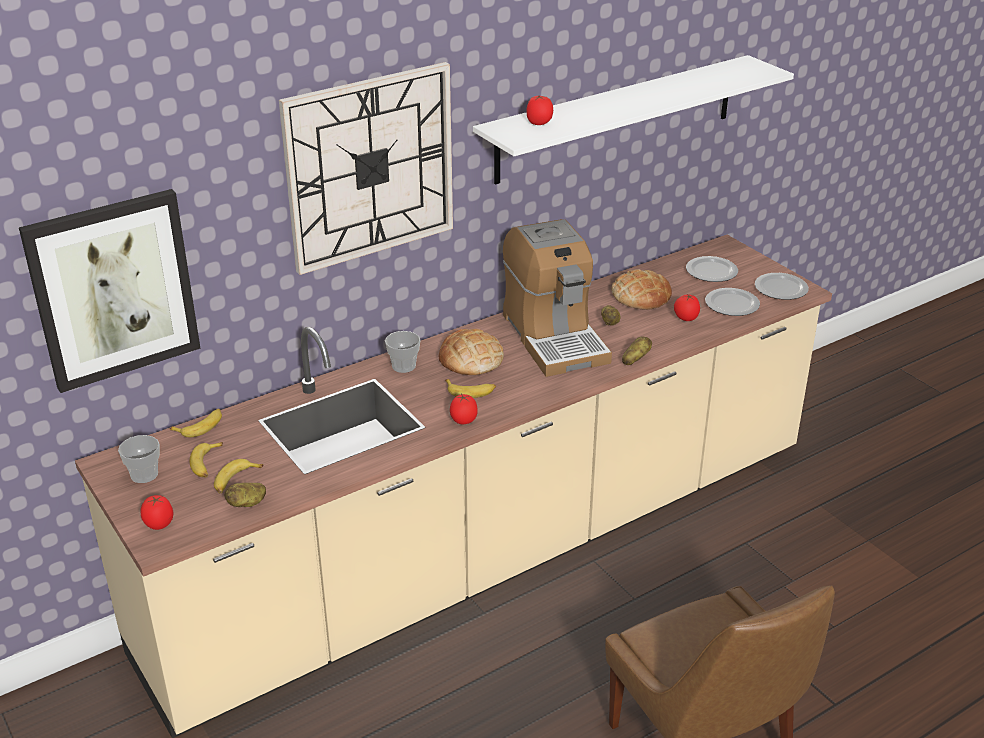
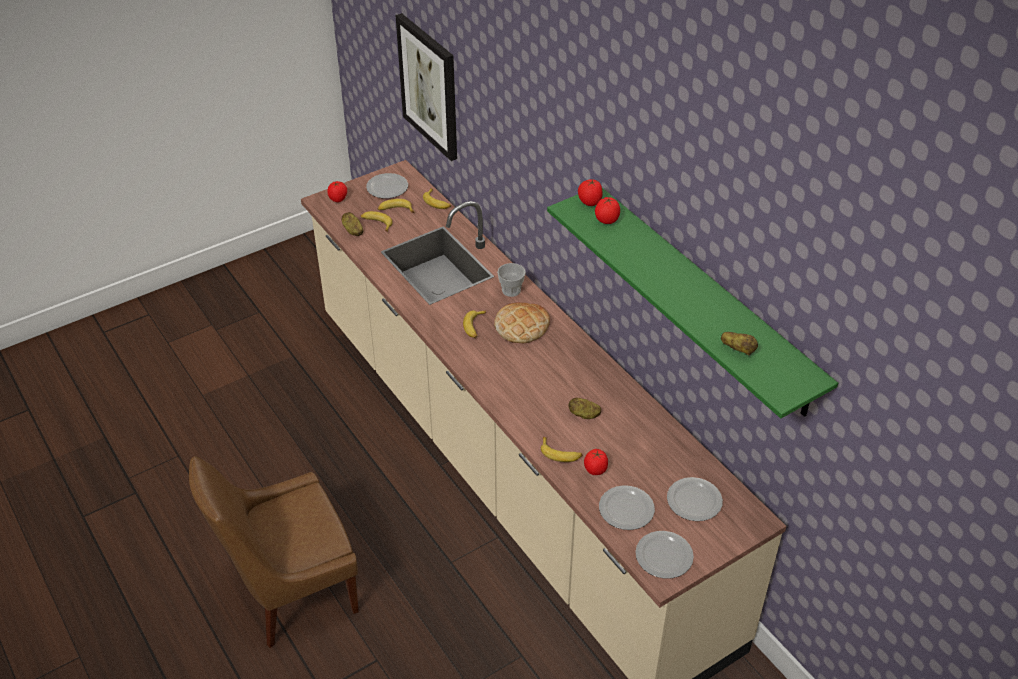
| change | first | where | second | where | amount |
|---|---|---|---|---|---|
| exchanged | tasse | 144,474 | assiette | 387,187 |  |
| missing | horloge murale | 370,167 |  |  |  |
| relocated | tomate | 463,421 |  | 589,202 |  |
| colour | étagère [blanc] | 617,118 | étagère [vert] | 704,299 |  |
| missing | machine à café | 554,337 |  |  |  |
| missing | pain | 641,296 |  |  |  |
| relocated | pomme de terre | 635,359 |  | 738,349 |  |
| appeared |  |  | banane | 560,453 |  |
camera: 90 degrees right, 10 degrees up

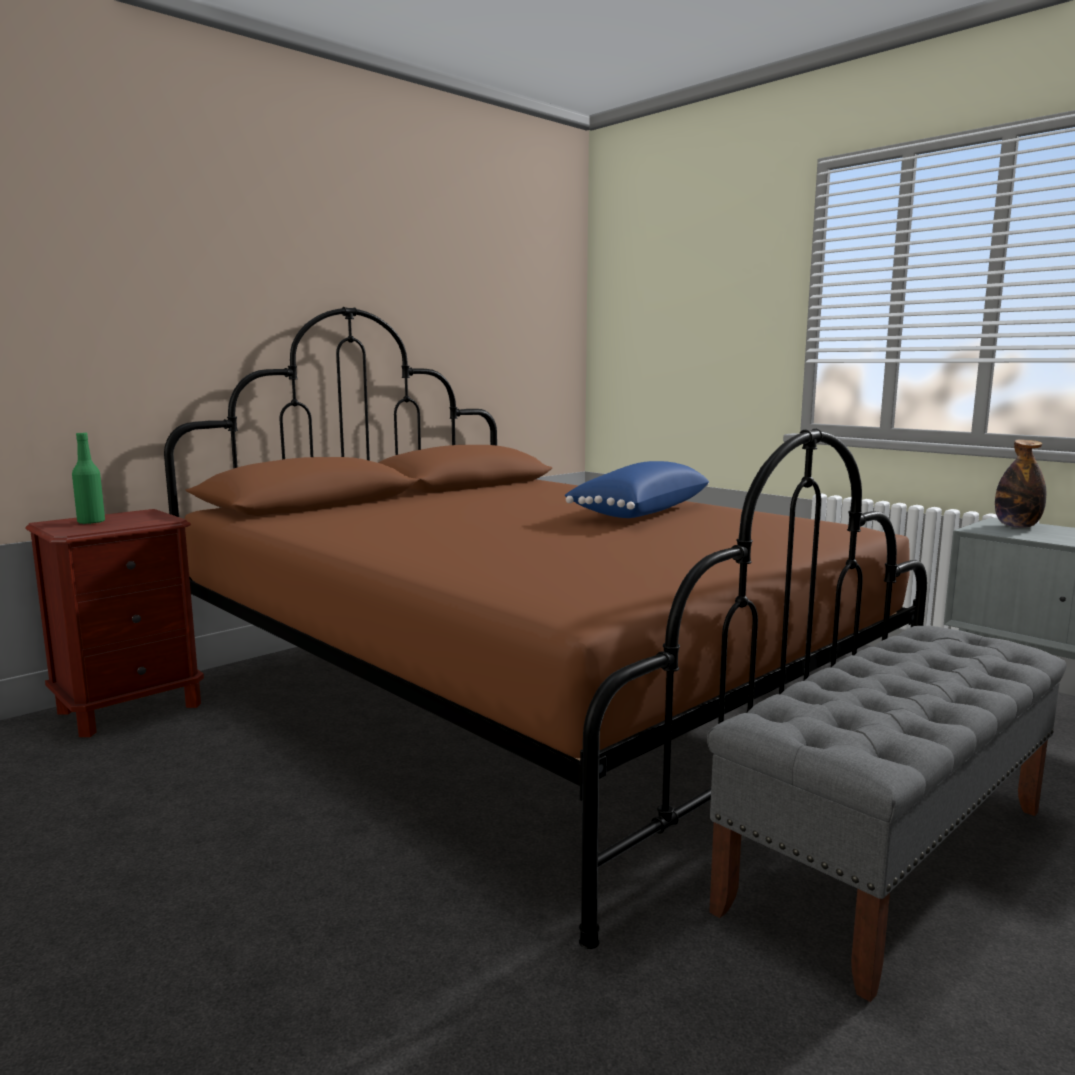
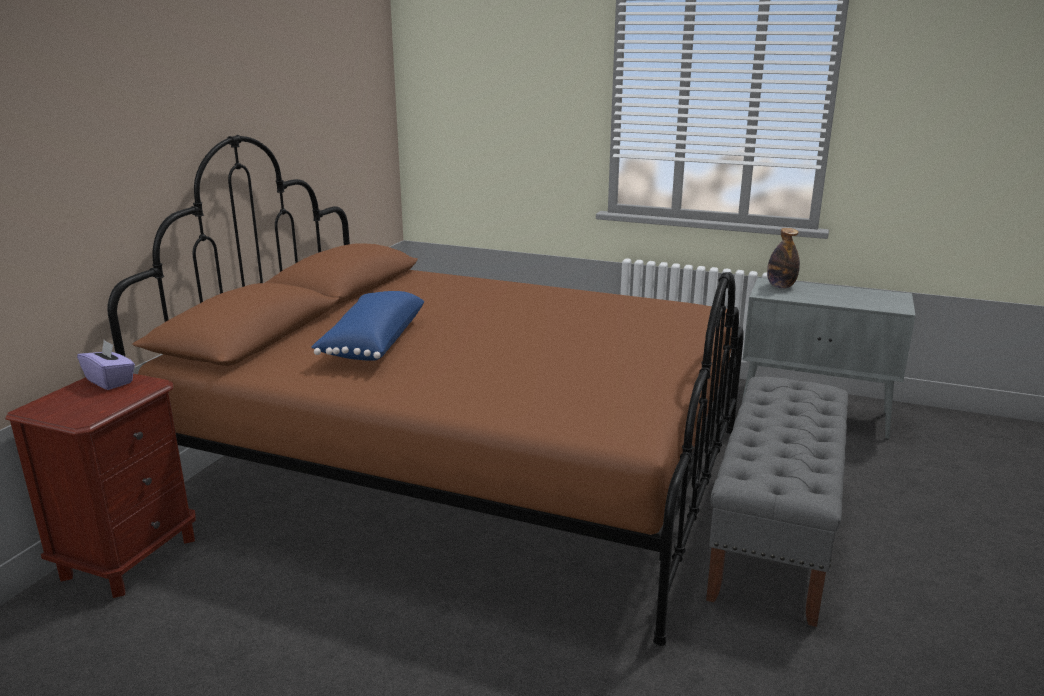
| change | first | where | second | where | amount |
|---|---|---|---|---|---|
| missing | bouteille [vert] | 91,522 |  |  |  |
| relocated | coussin [bleu] | 638,512 |  | 372,343 |  |
| appeared |  |  | boîte à mouchoirs [violet] | 110,381 |  |
camera: 25 degrees left, 10 degrees up

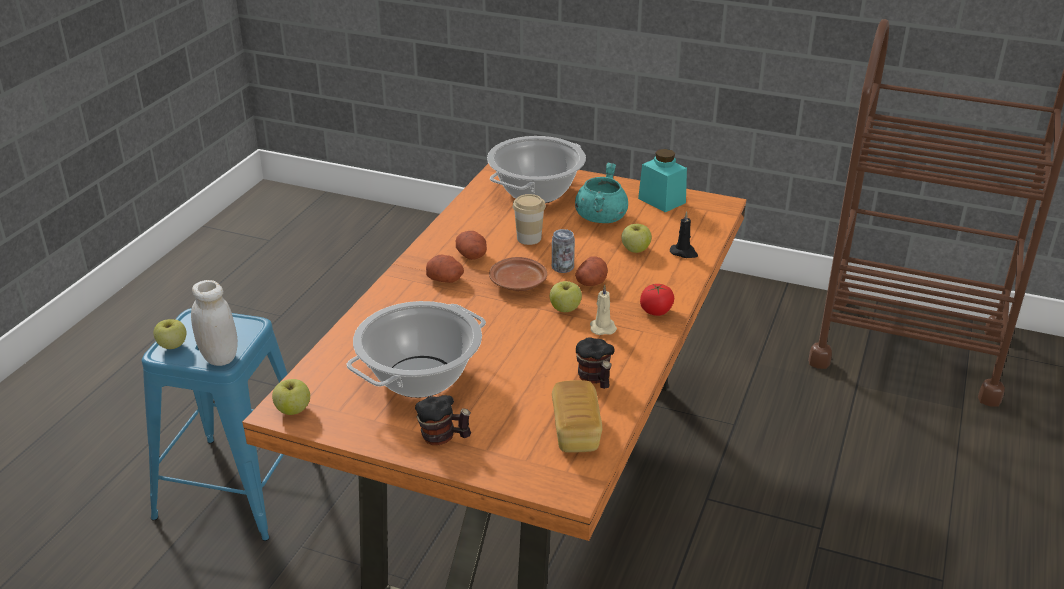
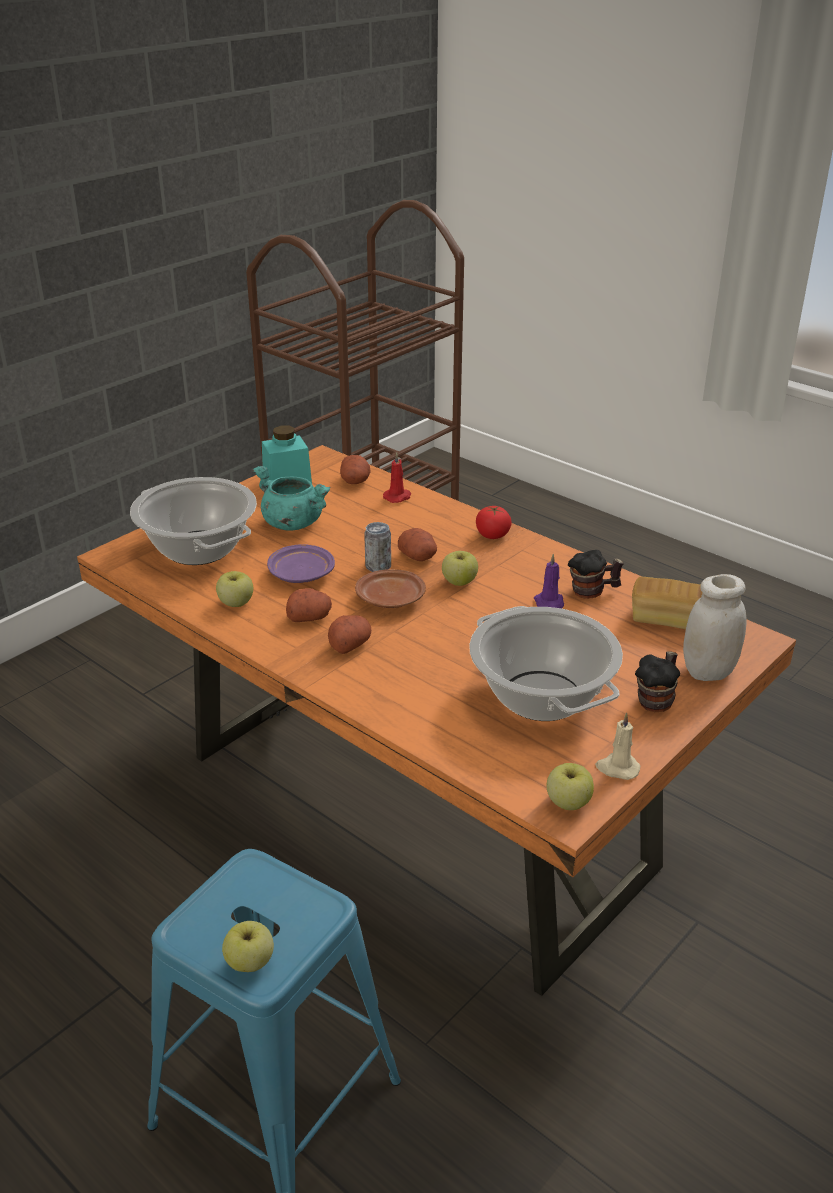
| change | first | where | second | where | amount |
|---|---|---|---|---|---|
| relocated | bocal [blanc] | 219,357 |  | 708,672 |  |
| exchanged | tasse | 529,238 | assiette [violet] | 300,574 |  |
| relocated | bougie [beige] | 602,327 |  | 617,768 |  |
| relocated | pomme | 635,249 |  | 236,603 |  |
| colour | bougie [noir] | 684,253 | bougie [rouge] | 398,497 |  |
| appeared |  |  | pomme de terre | 355,481 |  |
| appeared |  |  | bougie [violet] | 549,604 |  |
camera: 70 degrees left, 0 degrees up

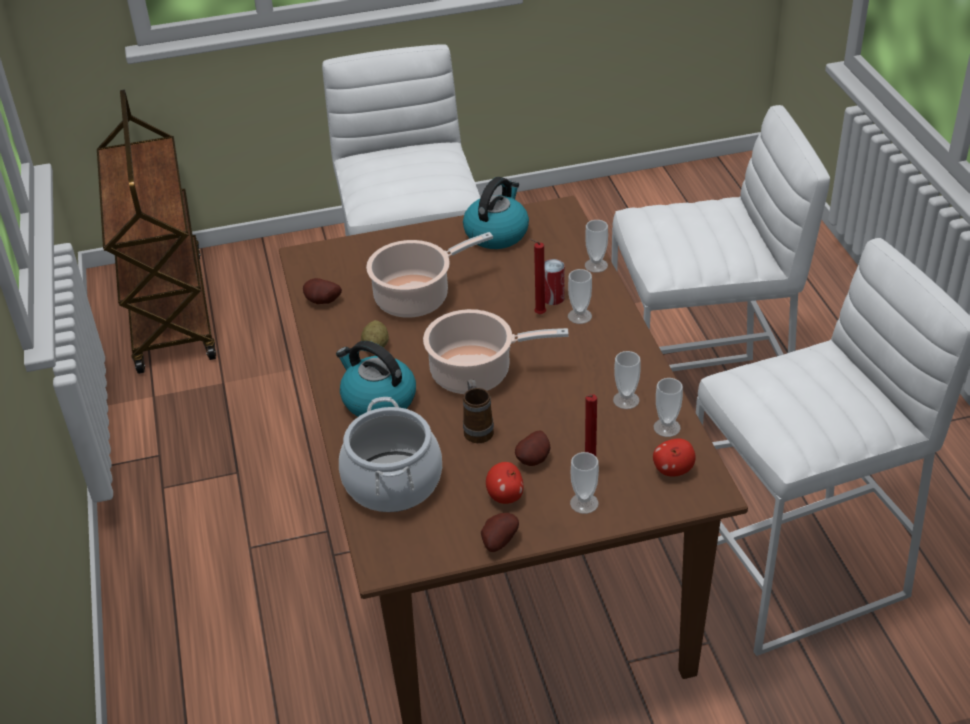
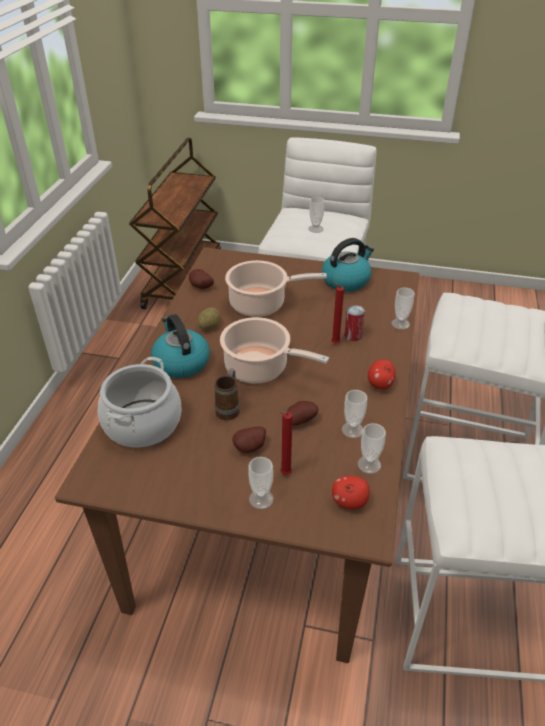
| change | first | where | second | where | amount |
|---|---|---|---|---|---|
| relocated | pomme de terre | 498,541 |  | 300,420 |  |
| relocated | pomme | 505,496 |  | 380,385 |  |
| relocated | tasse | 579,316 |  | 315,229 |  |
camera: 25 degrees right, 0 degrees up

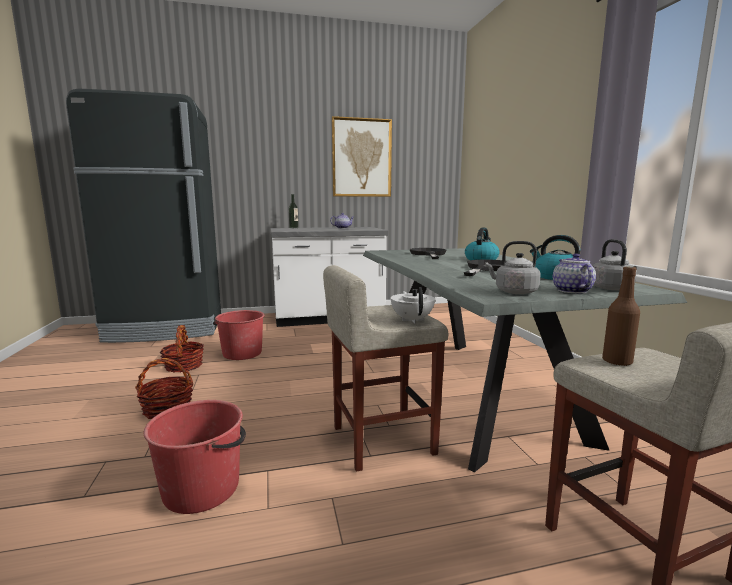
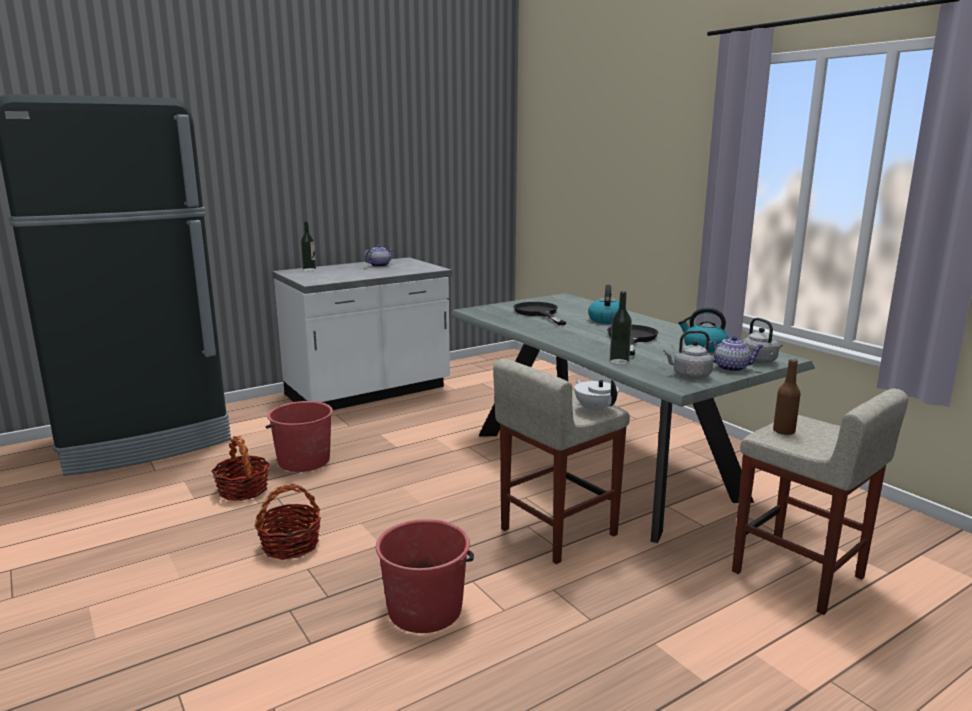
| change | first | where | second | where | amount |
|---|---|---|---|---|---|
| missing | tableau | 361,158 |  |  |  |
| spun | théière | 571,290 |  | 731,368 | 120 degrees clockwise |
| appeared |  |  | bouteille | 619,362 |  |
camera: 20 degrees left, 5 degrees up

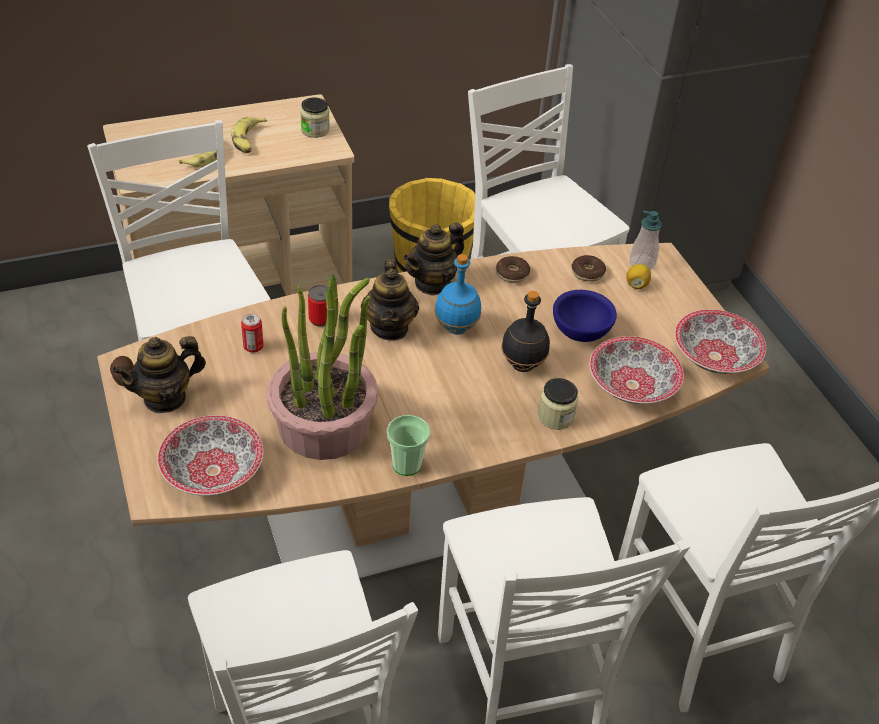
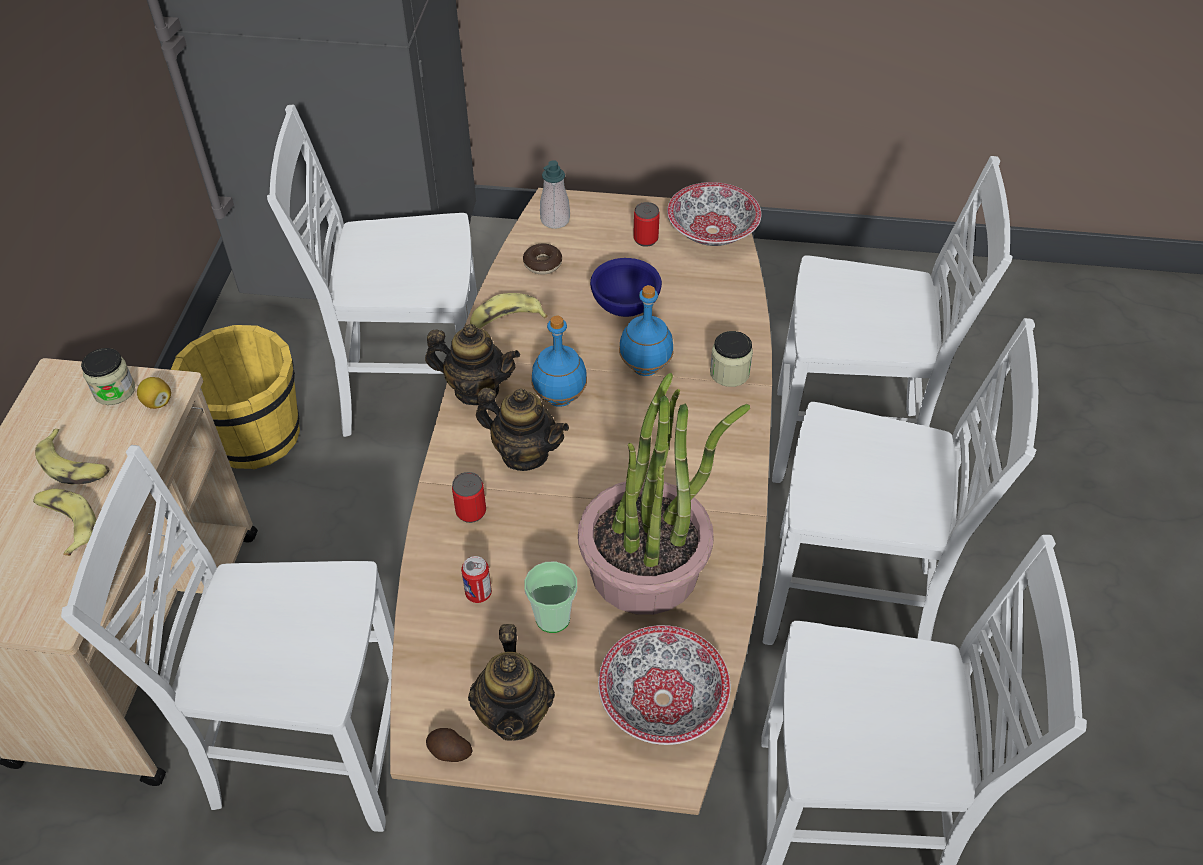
| change | first | where | second | where | amount |
|---|---|---|---|---|---|
| relocated | tasse | 406,465 |  | 552,618 |  |
| spun | théière | 433,283 |  | 476,389 | 60 degrees counterclockwise |
| exchanged | beignet | 512,274 | banane | 505,320 |  |
| colour | bouteille [noir] | 523,365 | bouteille [bleu] | 646,367 |  |
| missing | bol | 631,385 |  |  |  |
| relocated | citron | 636,285 |  | 157,402 |  |
| appeared |  |  | boîte métallique | 645,239 |  |
camera: 60 degrees left, 5 degrees up

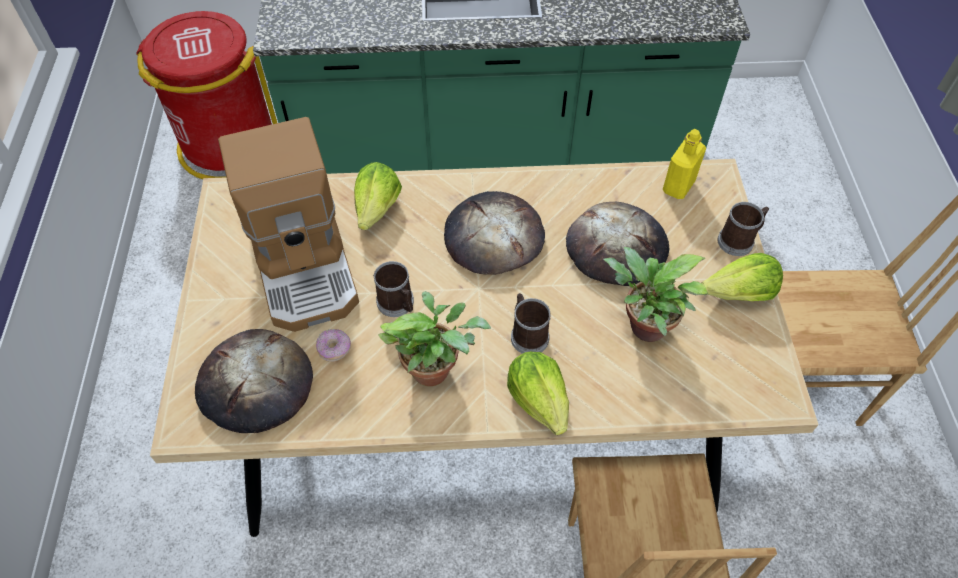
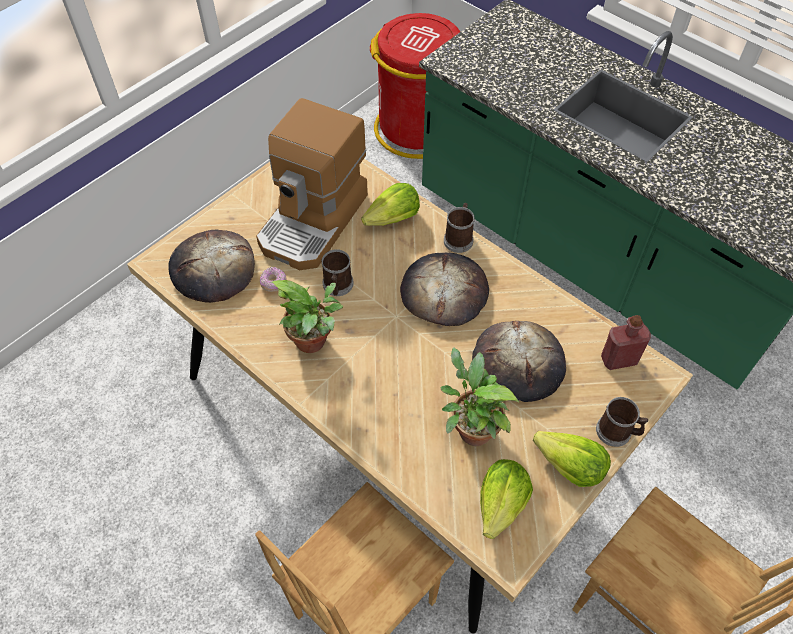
| change | first | where | second | where | amount |
|---|---|---|---|---|---|
| relocated | laitue | 540,400 |  | 501,504 |  |
| relocated | mug | 527,334 |  | 459,238 |  |
| colour | bouteille [jaune] | 678,186 | bouteille [rouge] | 619,359 |  |
camera: 45 degrees right, 0 degrees up

